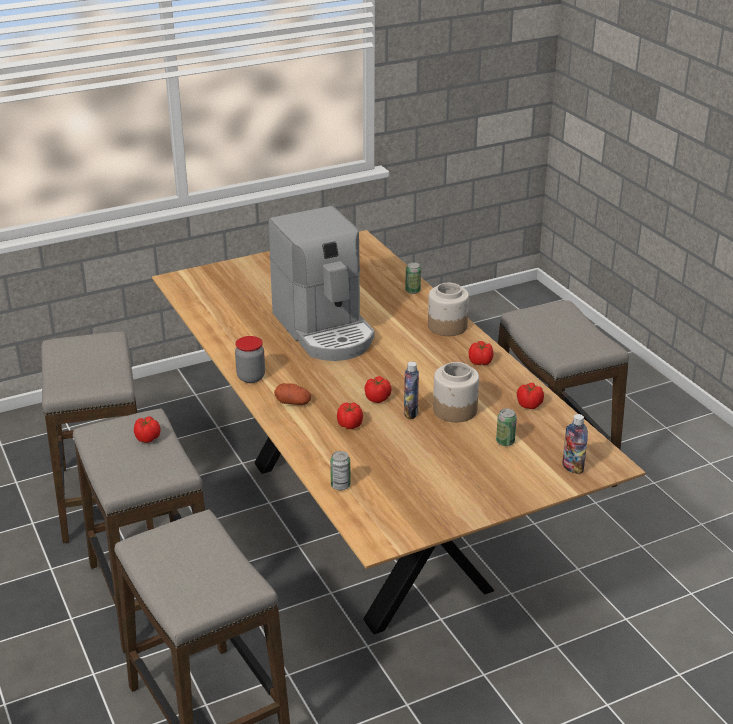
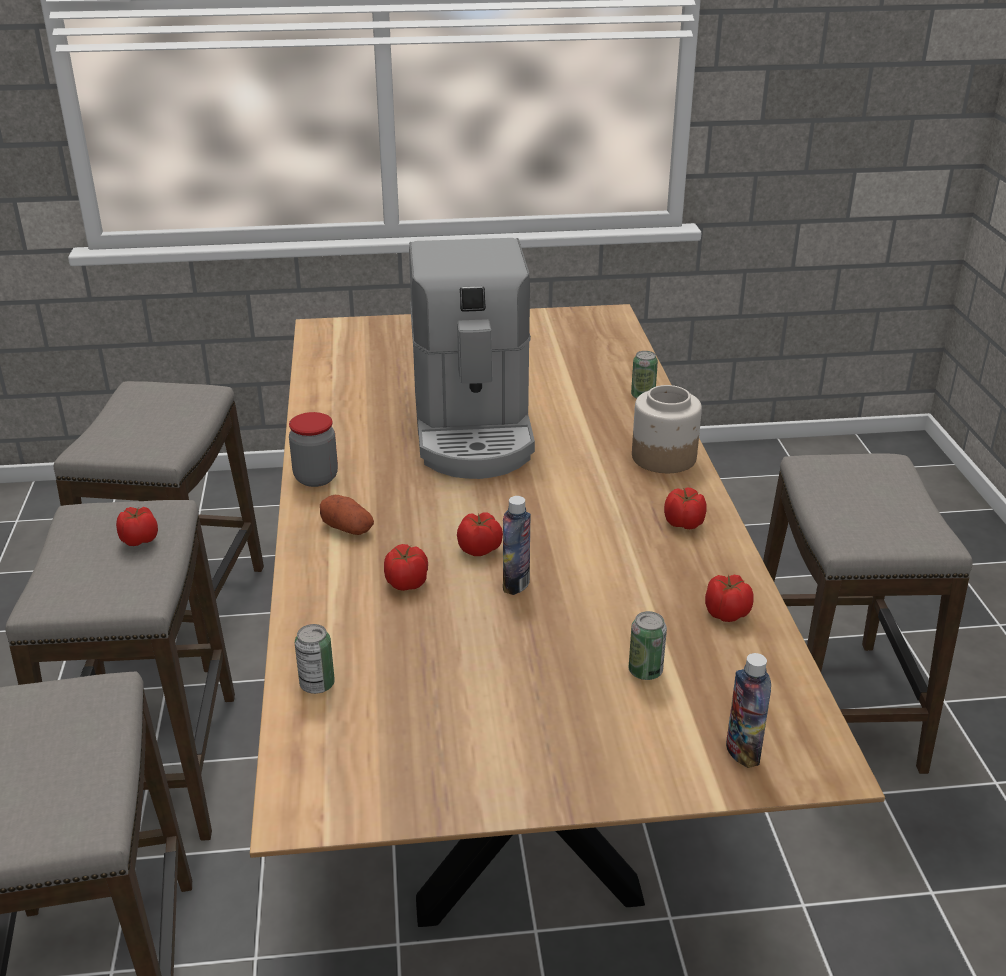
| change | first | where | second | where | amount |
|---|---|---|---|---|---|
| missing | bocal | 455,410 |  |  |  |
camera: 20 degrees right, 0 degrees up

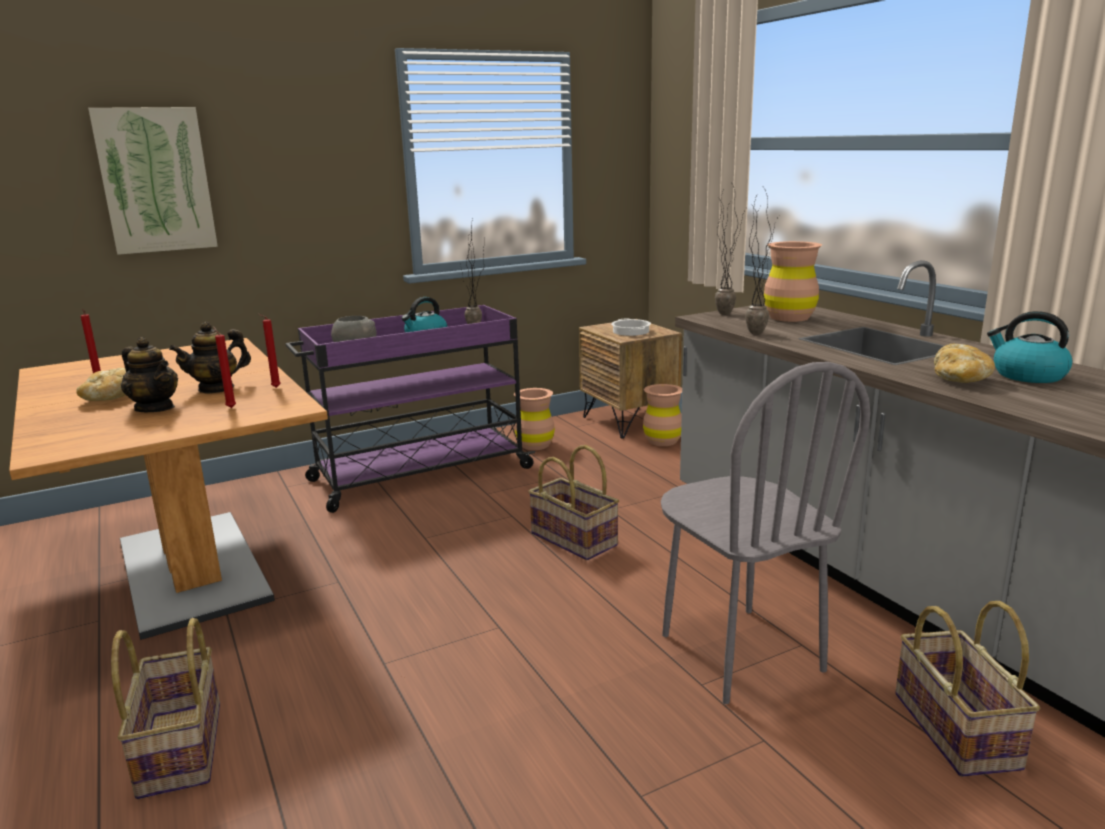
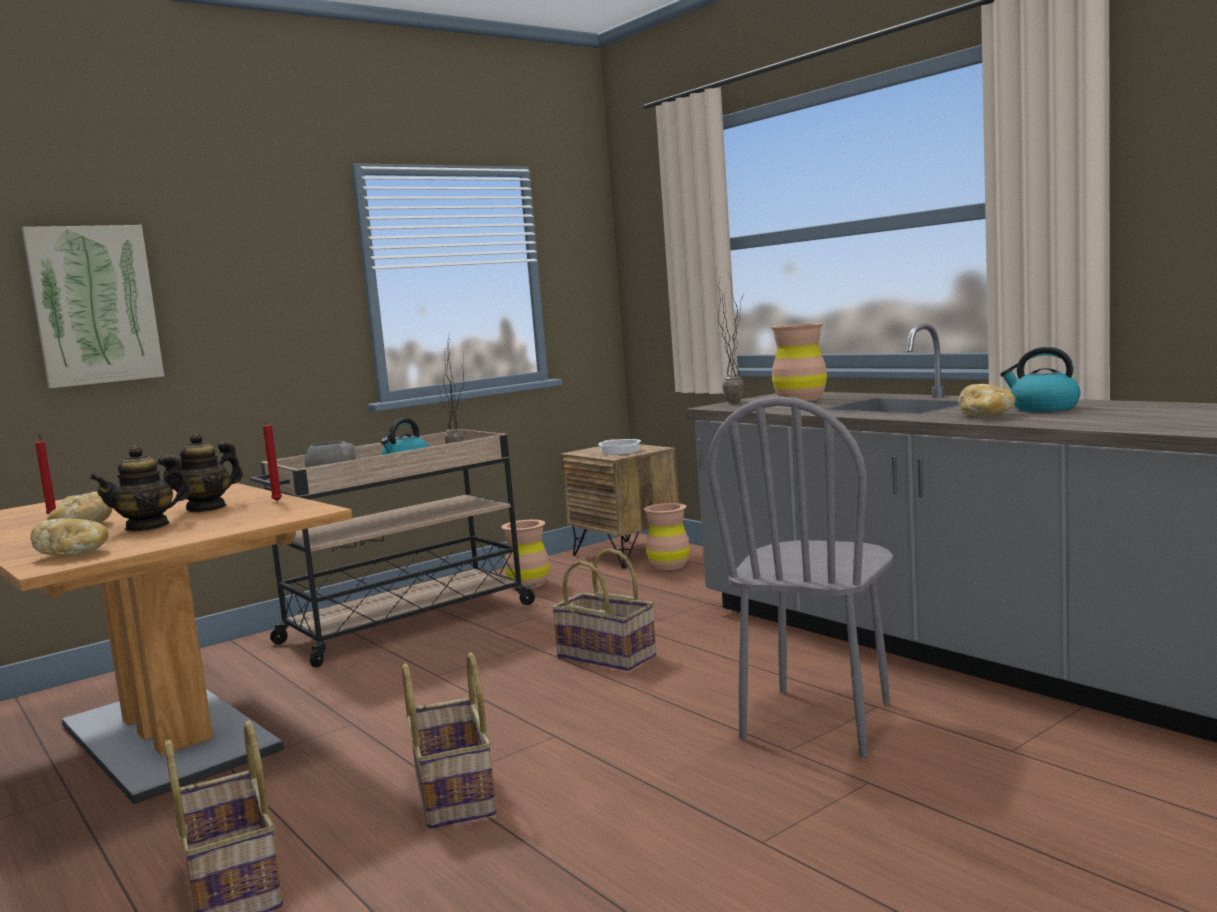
| change | first | where | second | where | amount |
|---|---|---|---|---|---|
| spun | théière | 155,408 |  | 148,526 | 120 degrees clockwise |
| missing | bougie [rouge] | 230,407 |  |  |  |
| colour | chariot [violet] | 418,475 | chariot [beige] | 404,624 |  |
| spun | chaise [gris] | 740,653 |  | 818,721 | 60 degrees clockwise |
| missing | plante en pot | 758,332 |  |  |  |
| relocated | panier | 953,729 |  | 452,794 |  |
| appeared |  |  | pain | 74,554 |  |
camera: 10 degrees left, 10 degrees down

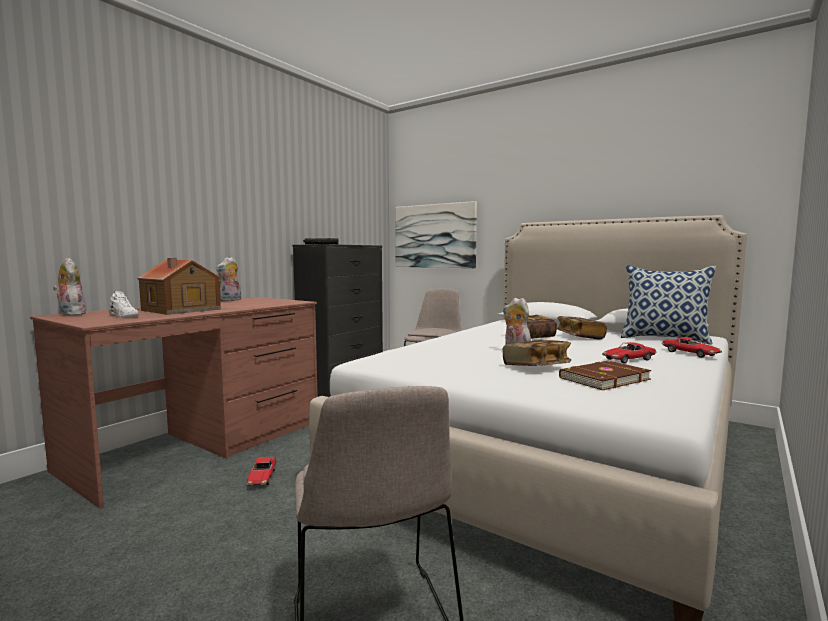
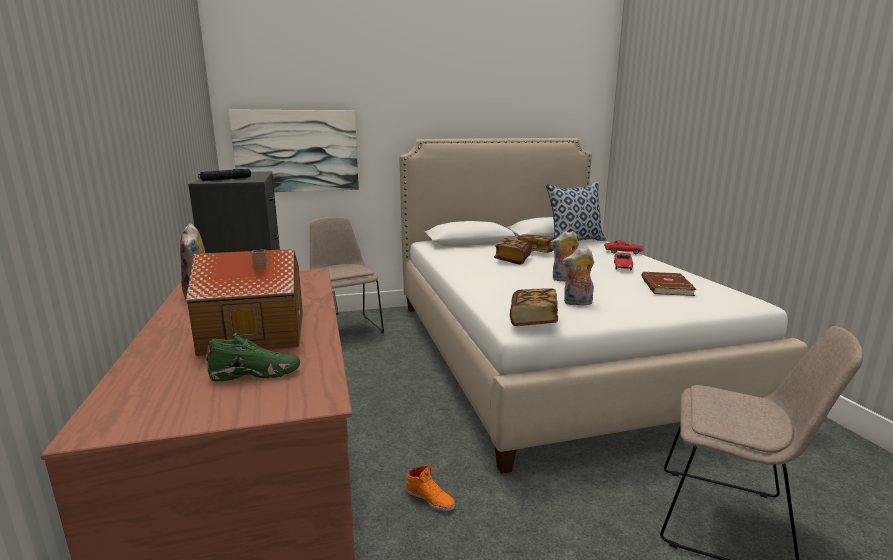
| change | first | where | second | where | amount |
|---|---|---|---|---|---|
| relocated | peluche | 71,314 |  | 577,303 |  |
| colour | chaussure [blanc] | 124,316 | chaussure [vert] | 256,373 |  |
| exchanged | petite voiture | 262,477 | chaussure [orange] | 430,498 |  |
| relocated | livre | 536,367 |  | 533,320 |  |
camera: 50 degrees left, 10 degrees up

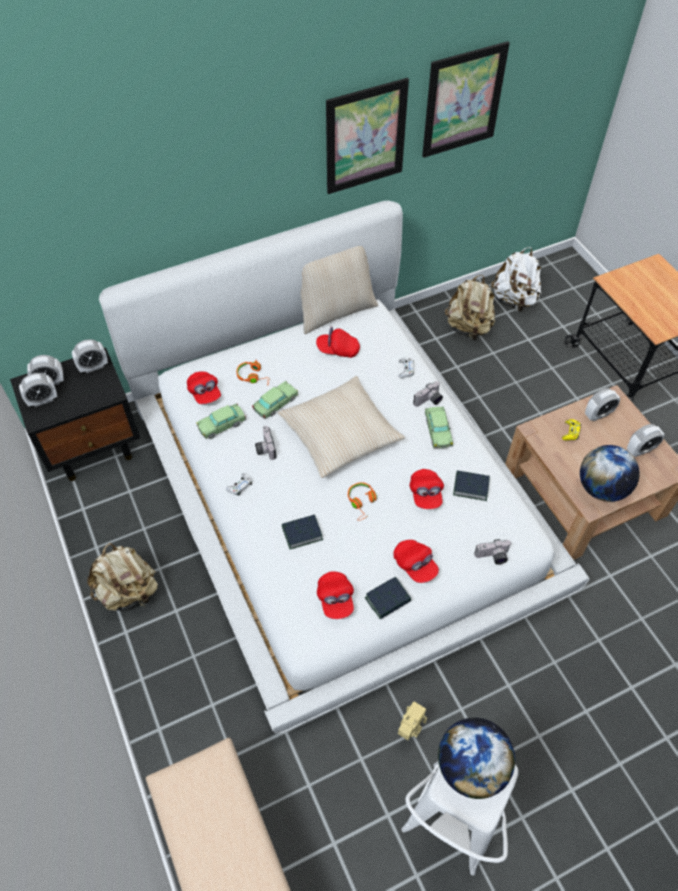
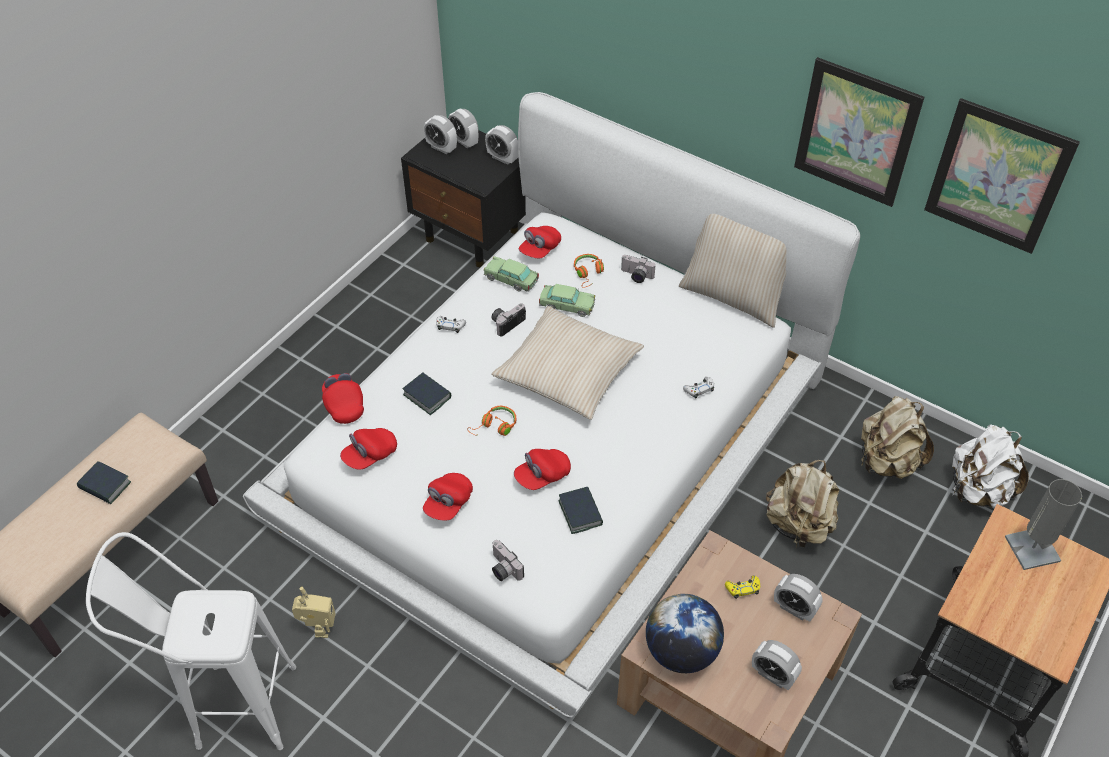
| change | first | where | second | where | amount |
|---|---|---|---|---|---|
| relocated | sac à dos [beige] | 128,591 |  | 798,525 |  |
| relocated | casquette [rouge] | 338,350 |  | 343,404 |  |
| relocated | livre | 388,600 |  | 105,486 |  |
| relocated | appareil photo | 429,401 |  | 636,276 |  |
| missing | petite voiture | 438,431 |  |  |  |
| missing | globe | 471,767 |  |  |  |
| appeared |  |  | lampe de table [gris] | 1032,549 |  |
camera: 60 degrees right, 5 degrees down

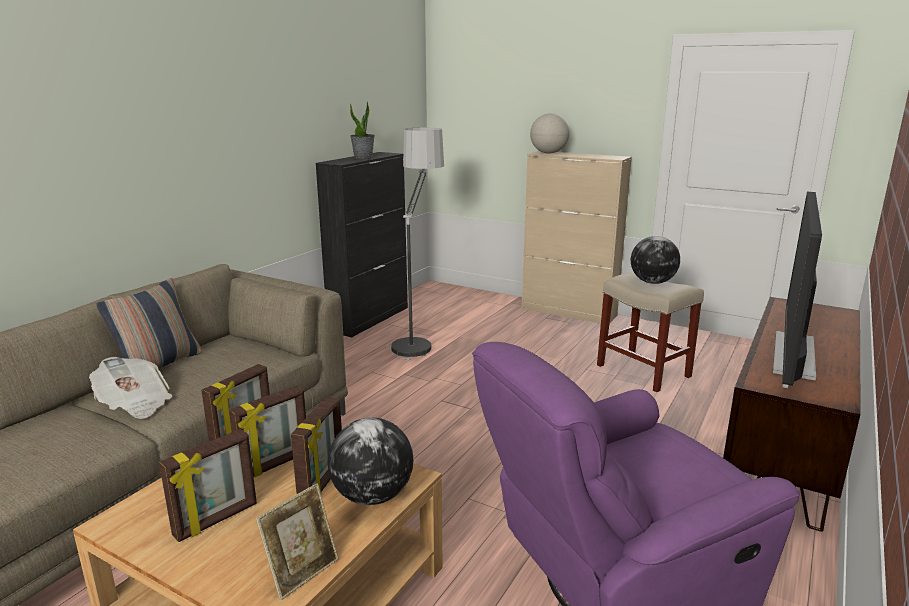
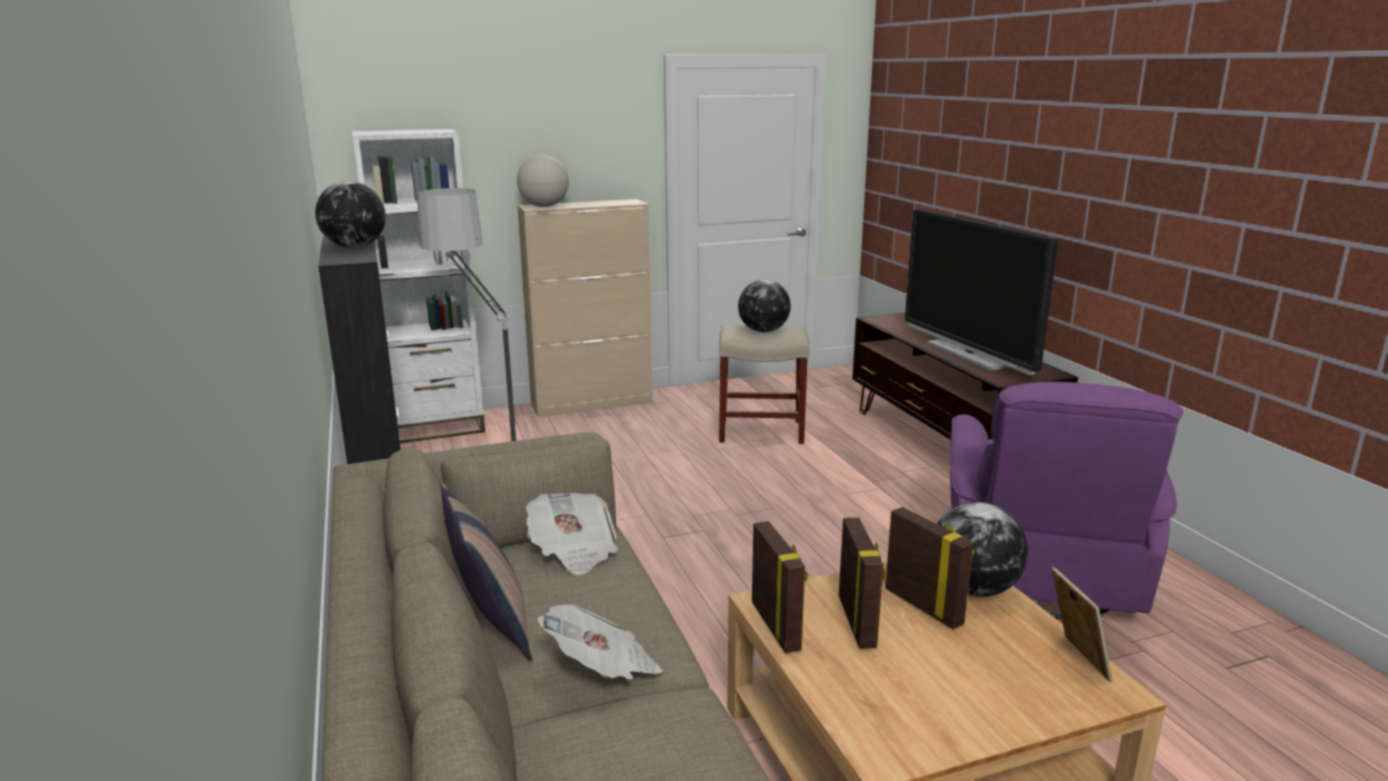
| change | first | where | second | where | amount |
|---|---|---|---|---|---|
| missing | cadre photo | 216,520 |  |  |  |
| exchanged | plante en pot | 363,158 | globe | 354,247 |  |
| appeared |  |  | bibliothèque [blanc] | 436,427 |  |
| appeared |  |  | journal | 573,551 |  |
camera: 50 degrees left, 0 degrees up

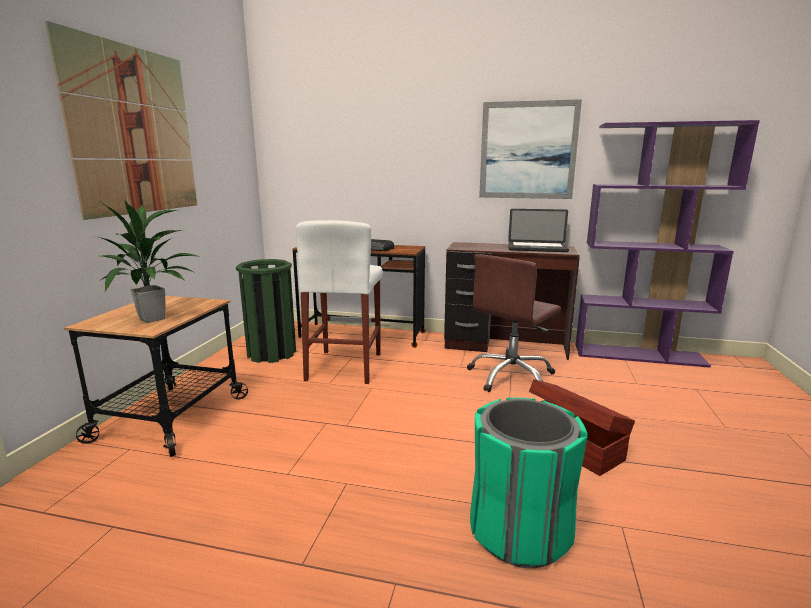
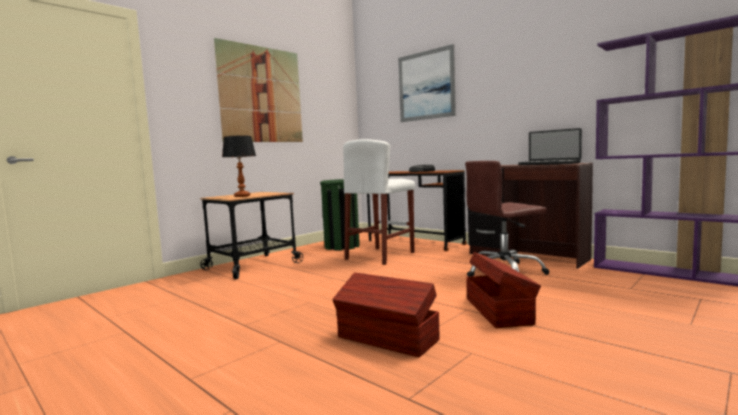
| change | first | where | second | where | amount |
|---|---|---|---|---|---|
| exchanged | plante en pot | 154,319 | lampe de table | 242,196 |  |
| exchanged | poubelle [vert] | 519,531 | boîte de rangement [marron] | 387,339 |  |
| relocated | tableau | 528,150 |  | 426,85 |  |
camera: 30 degrees right, 10 degrees down

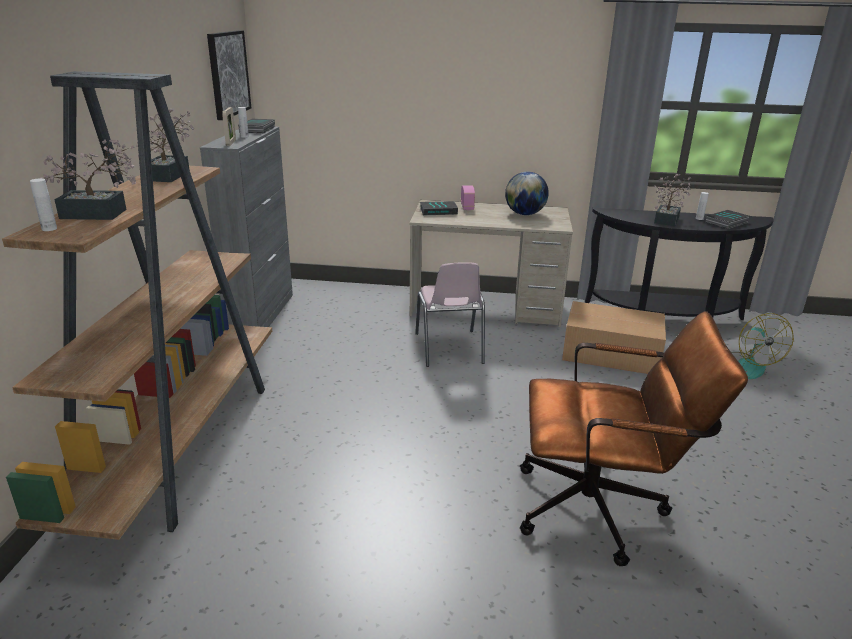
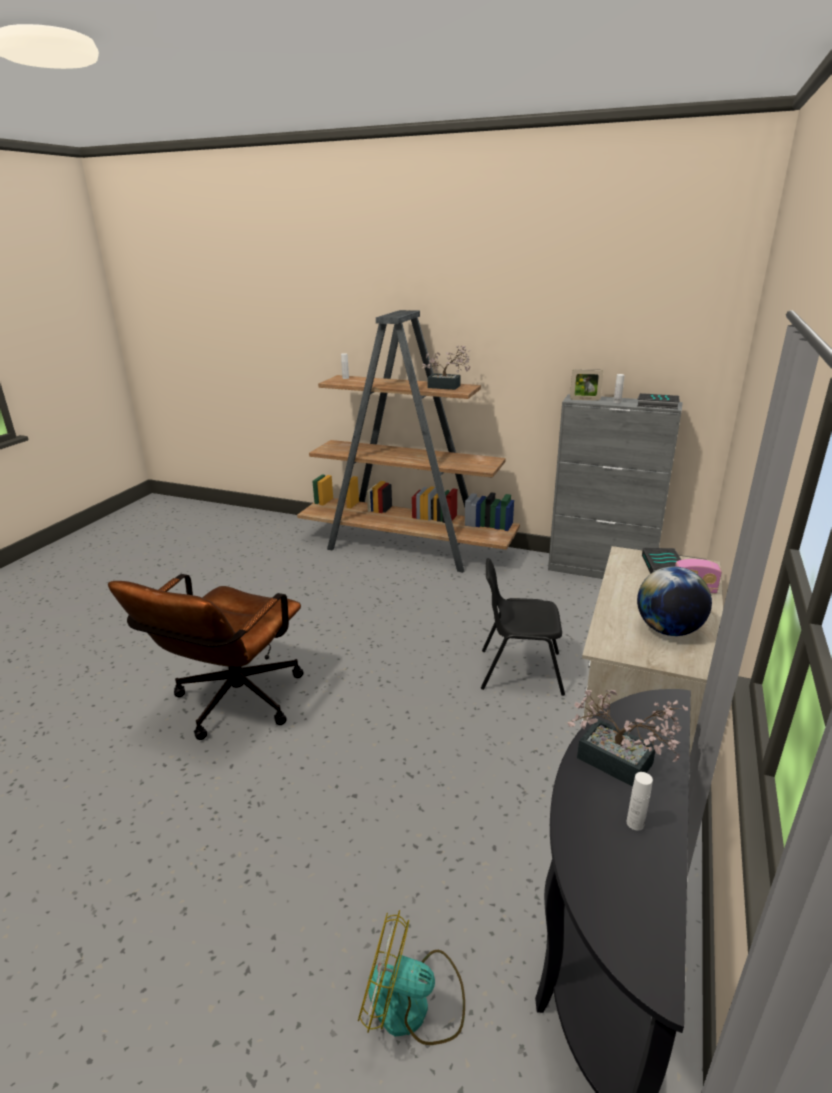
| change | first | where | second | where | amount |
|---|---|---|---|---|---|
| missing | plante en pot | 100,214 |  |  |  |
| missing | tableau | 228,74 |  |  |  |
| colour | chaise [rose] | 449,349 | chaise [noir] | 519,671 |  |
| missing | carton | 612,354 |  |  |  |
| missing | livre | 727,223 |  |  |  |
camera: 105 degrees right, 0 degrees up

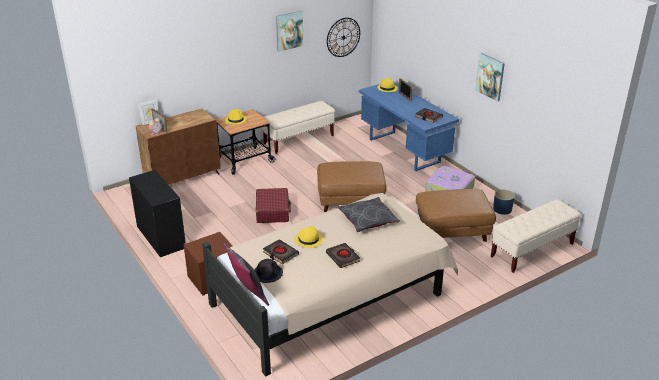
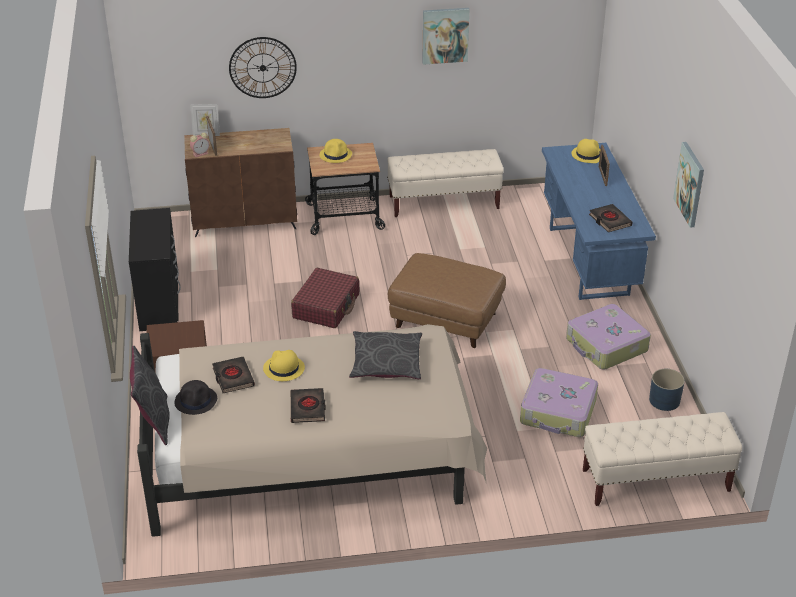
| change | first | where | second | where | amount |
|---|---|---|---|---|---|
| relocated | horloge murale | 343,37 |  | 262,67 |  |
| exchanged | pouf [marron] | 452,231 | valise | 558,412 |  |
camera: 25 degrees right, 5 degrees up

